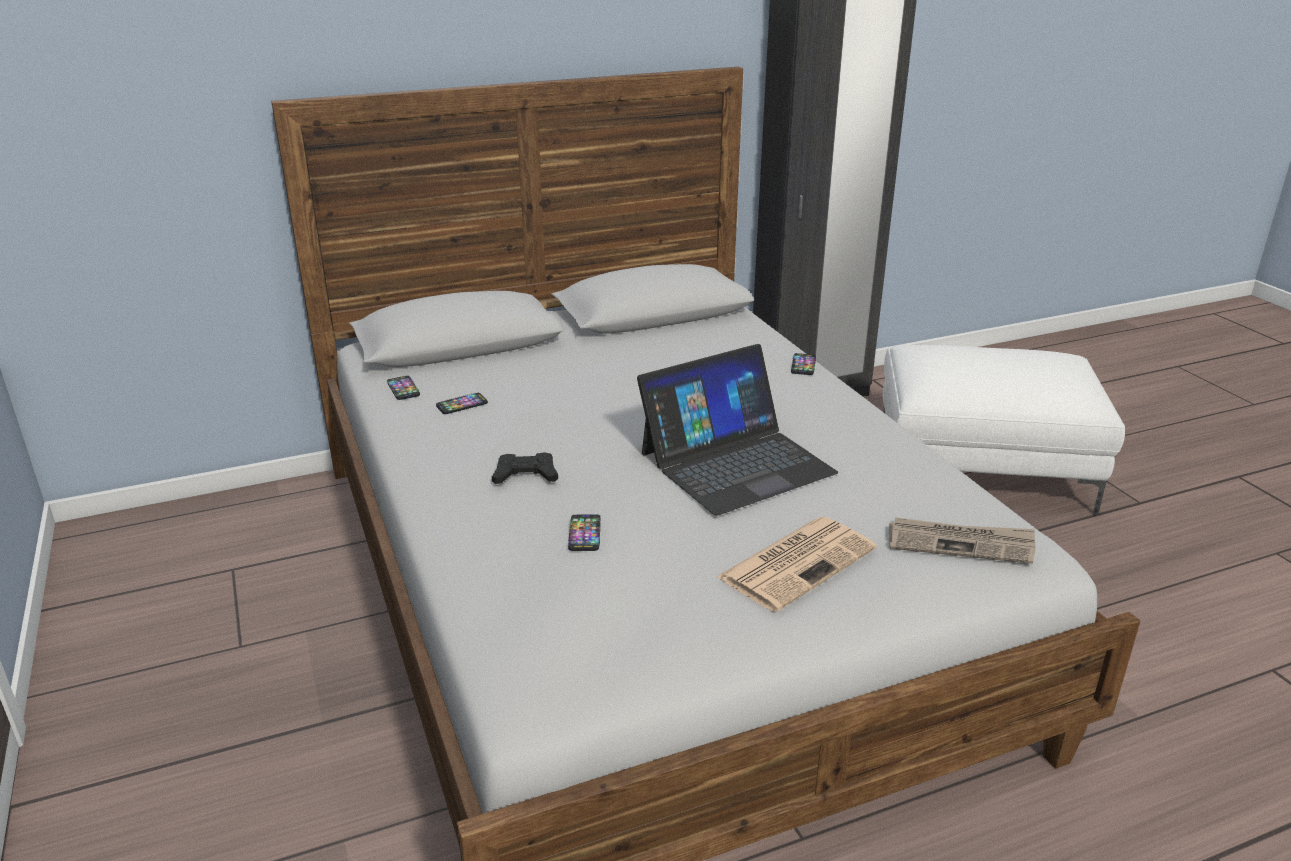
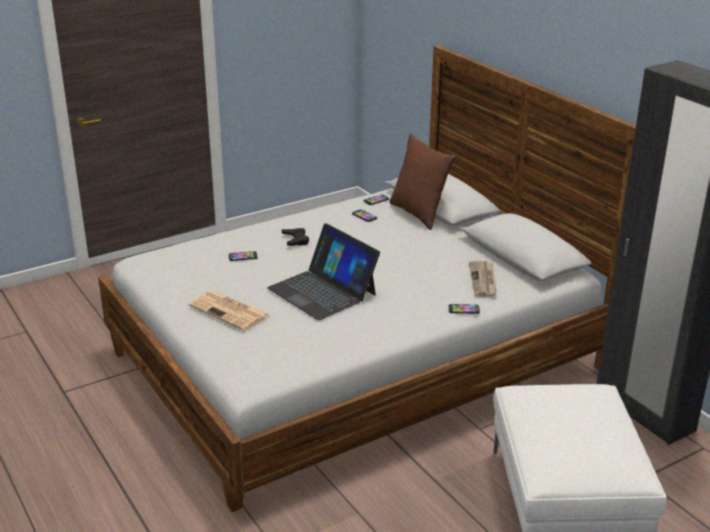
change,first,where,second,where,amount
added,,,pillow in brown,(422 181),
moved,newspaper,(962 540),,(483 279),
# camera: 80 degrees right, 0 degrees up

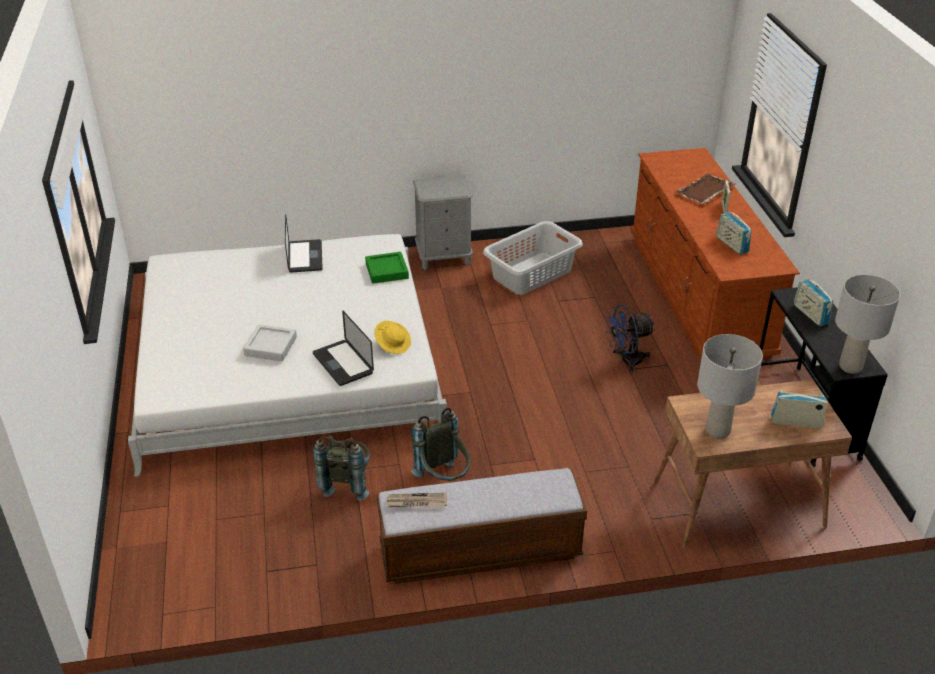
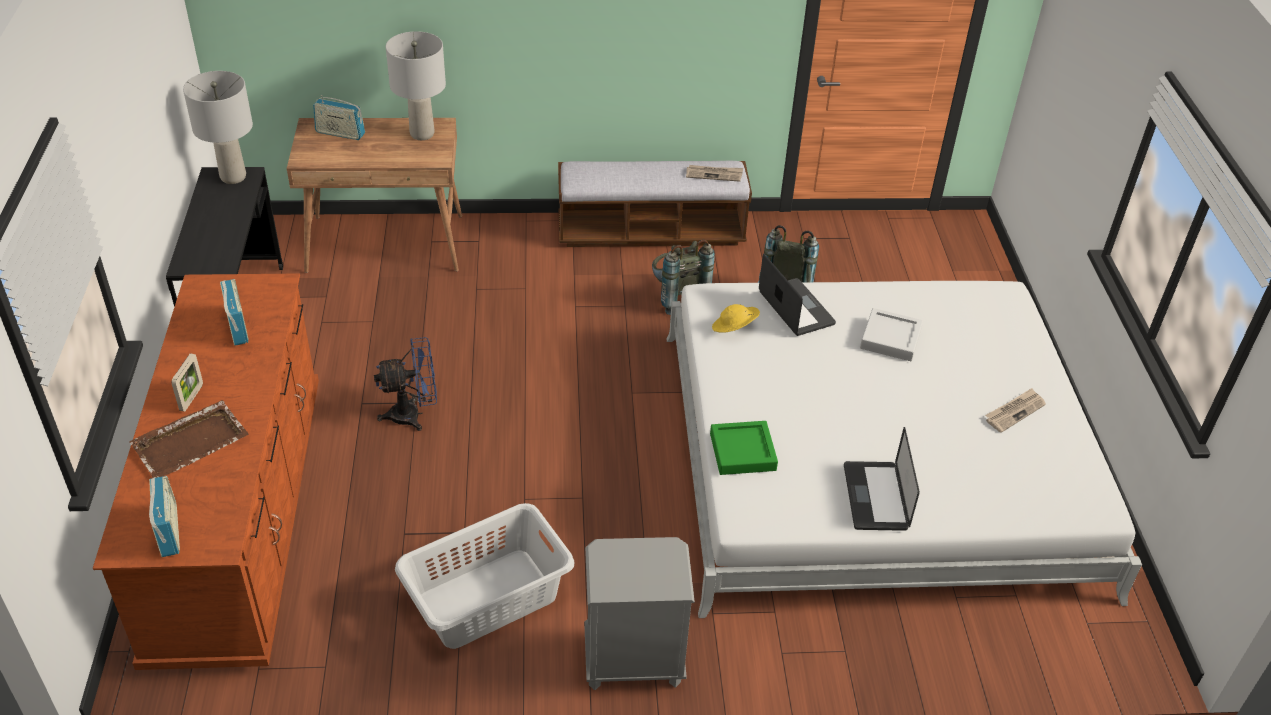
change,first,where,second,where,amount
moved,radio,(813 301),,(164 516),
added,,,newspaper,(1015 410),
# camera: 175 degrees left, 5 degrees up

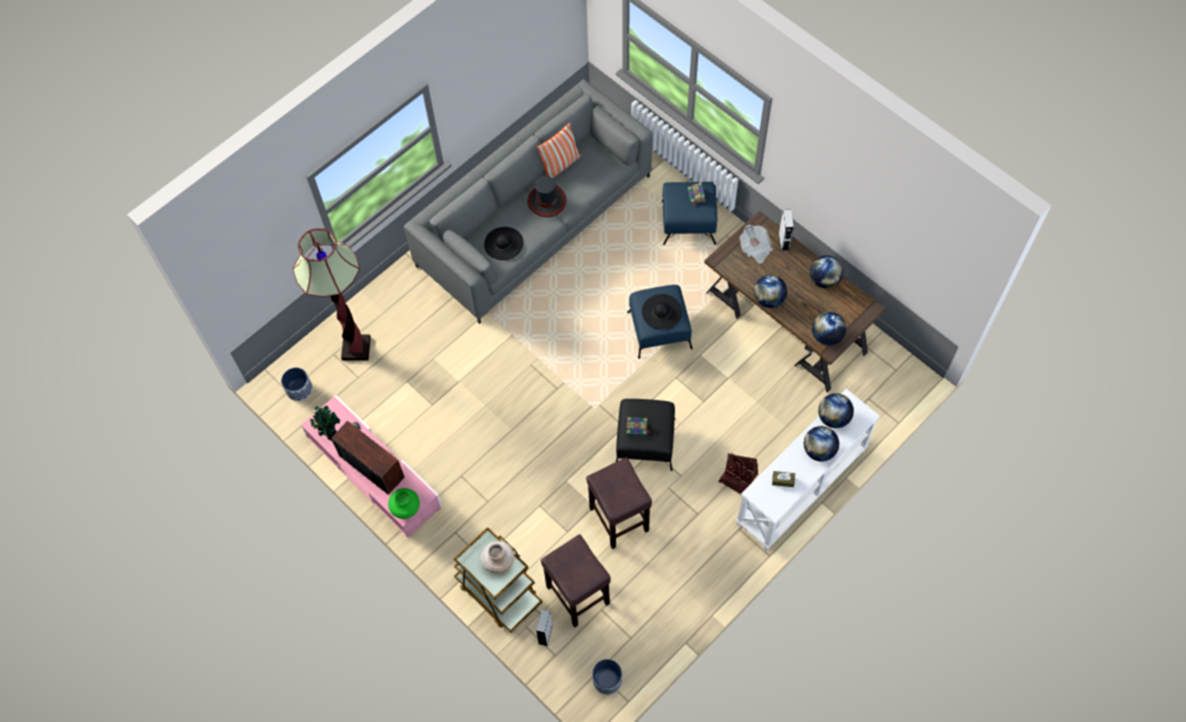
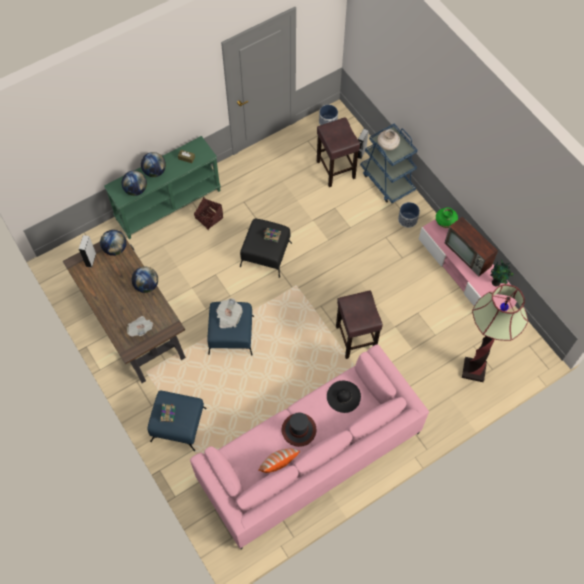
change,first,where,second,where,amount
moved,speaker in grey,(786 230),,(87 251),
recoloured,console table in white,(808 470),console table in green,(162 187),
recoloured,sofa in grey,(528 201),sofa in pink,(309 446),
replaced,hat in black,(662 311),newspaper,(229 313),
moved,stool in brown,(619 503),,(359 324),
recoloured,cart in brown,(498 580),cart in blue,(388 163),
moved,planter,(297 384),,(409 215),
removed,globe,(826 271),,,
# camera: 170 degrees left, 0 degrees up

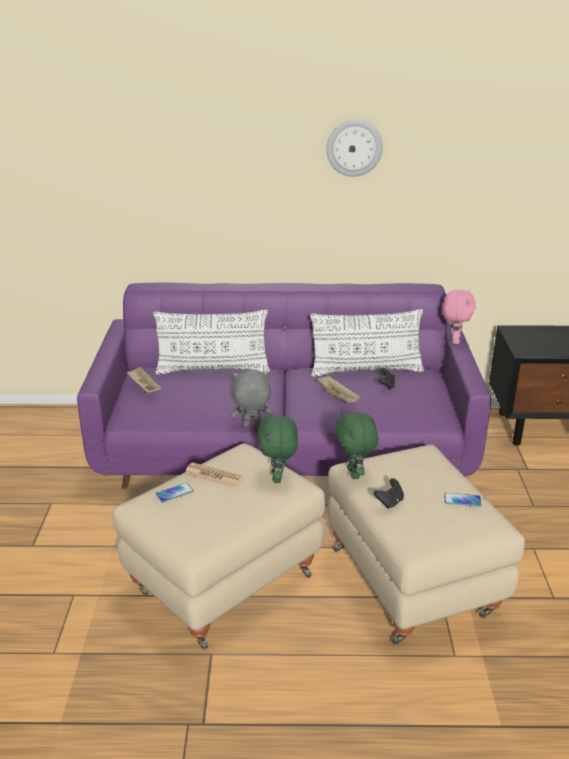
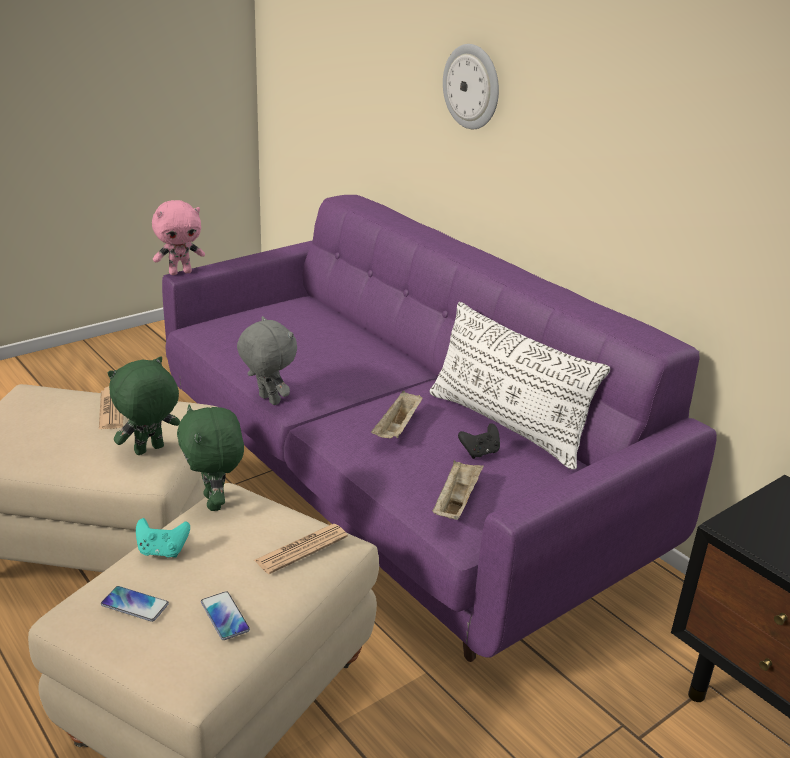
change,first,where,second,where,amount
moved,phone,(175 493),,(135 604),
recoloured,game controller in black,(389 493),game controller in turquoise,(163 538),
moved,plush toy in pink,(459 317),,(178 237),
turned,plush toy in green,(356 445),,(210 458),60 degrees counterclockwise
added,,,newspaper,(301 549),
moved,tray in beige,(143 380),,(458 490),
moved,wall clock,(354 148),,(471 86),
removed,pillow in white,(211 342),,,
# camera: 50 degrees right, 0 degrees up

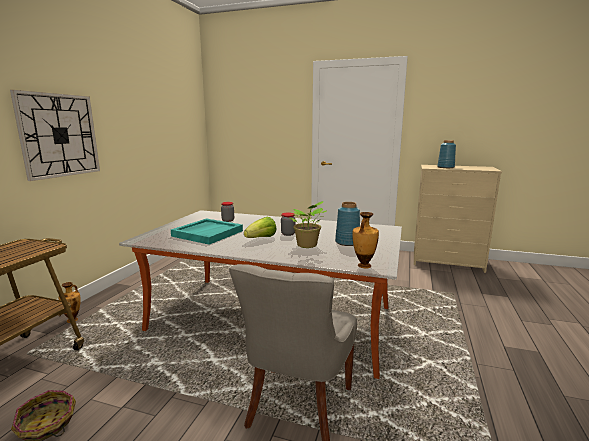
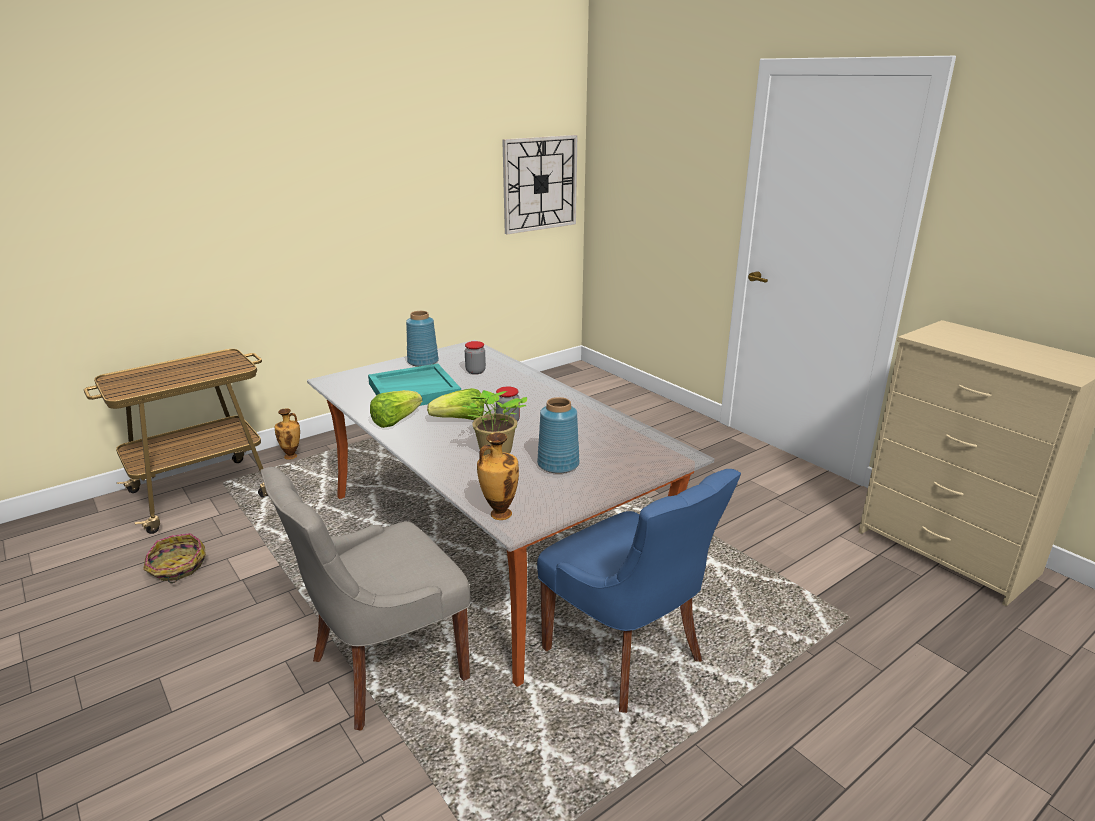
change,first,where,second,where,amount
added,,,lettuce,(396 409),
moved,vase in blue,(446 154),,(422 339),
moved,wall clock,(55 135),,(539 185),
added,,,chair in blue,(639 591),
# camera: 35 degrees right, 10 degrees up

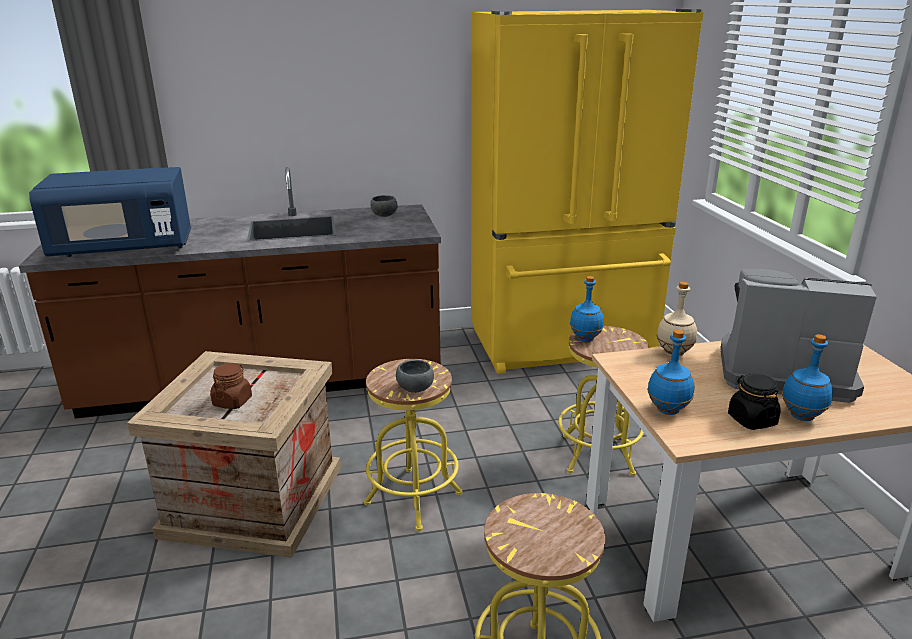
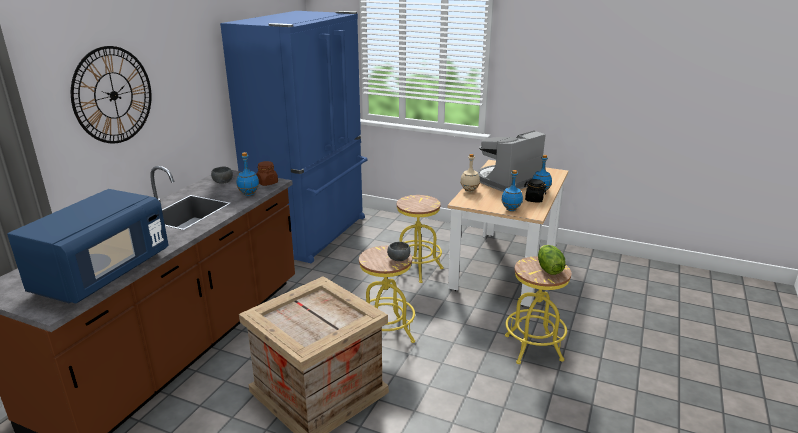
change,first,where,second,where,amount
added,,,wall clock,(111 95),
recoloured,fridge in yellow,(587 191),fridge in blue,(294 137),
moved,bottle in blue,(587 309),,(248 174),
moved,jar in brown,(231 386),,(267 173),
added,,,lettuce,(552 260),
# camera: 55 degrees left, 0 degrees up

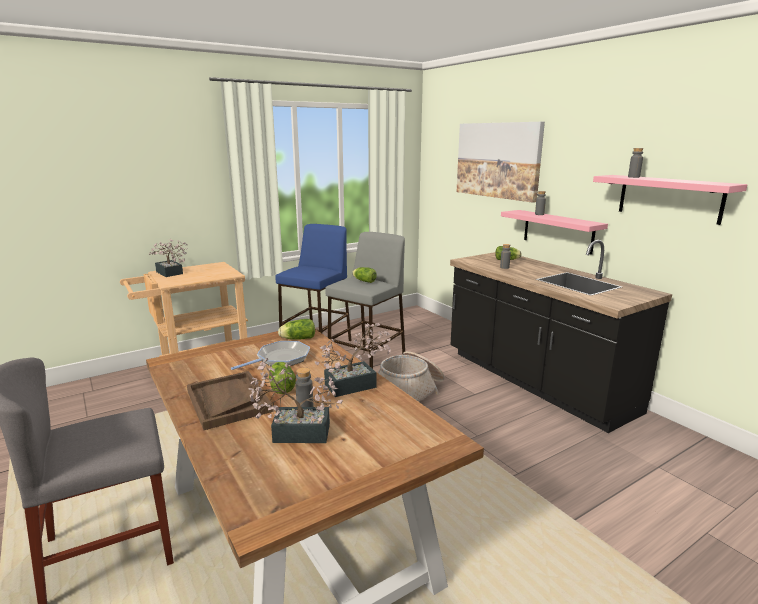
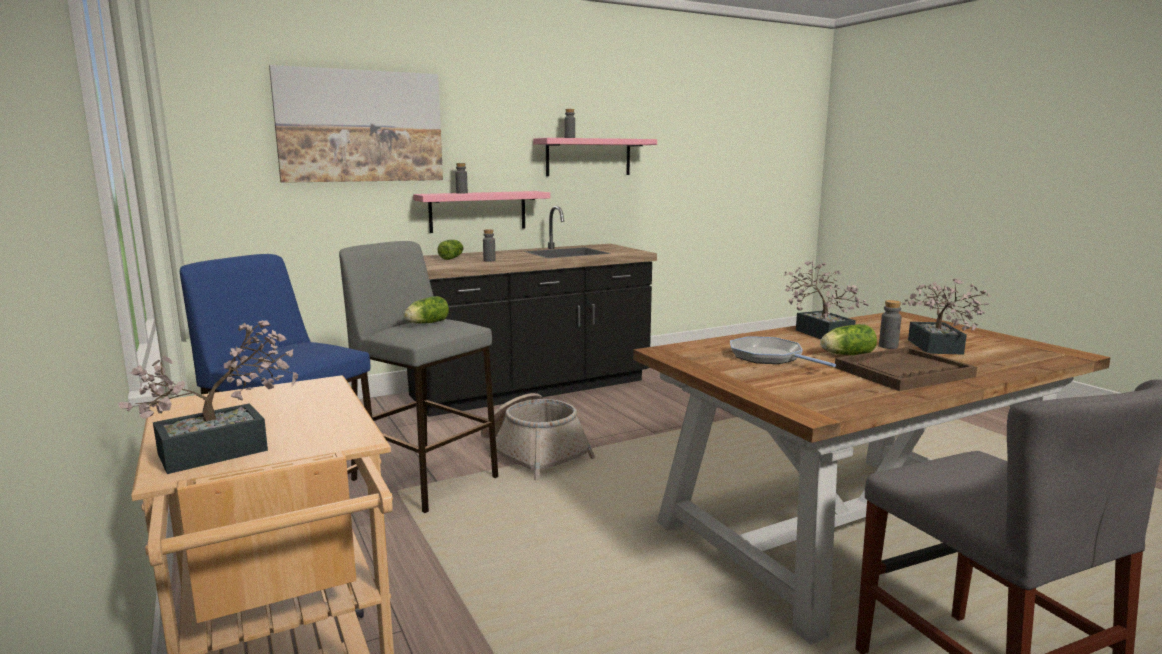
change,first,where,second,where,amount
removed,lettuce,(296 329),,,
# camera: 85 degrees left, 5 degrees down

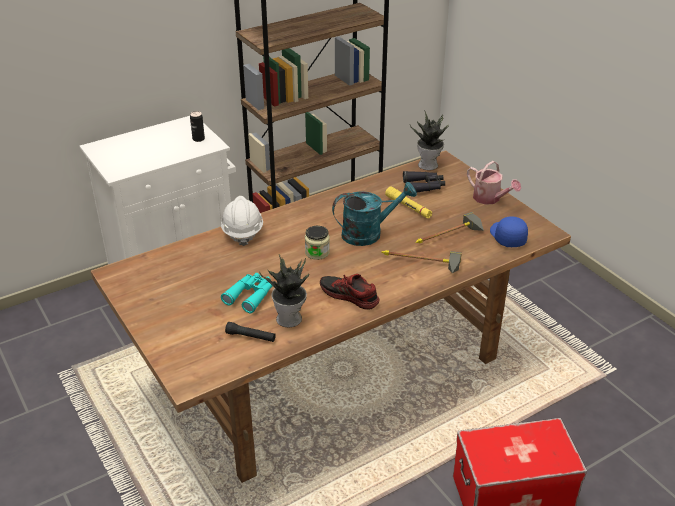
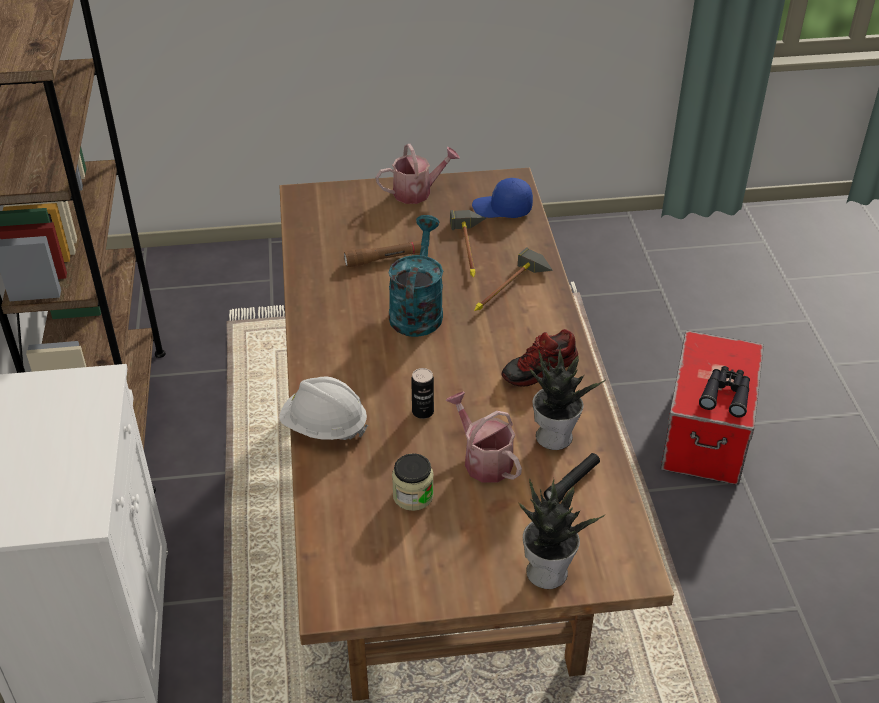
change,first,where,second,where,amount
recoloured,flashlight in yellow,(408 203),flashlight in brown,(383 253),
moved,jar,(317 243),,(413 482),
moved,can,(197 126),,(422 393),
replaced,binoculars in turquoise,(246 293),watering can,(484 437),
moved,potted plant,(429 140),,(562 533),
moved,binoculars in black,(424 181),,(724 391),
# camera: 65 degrees left, 5 degrees up

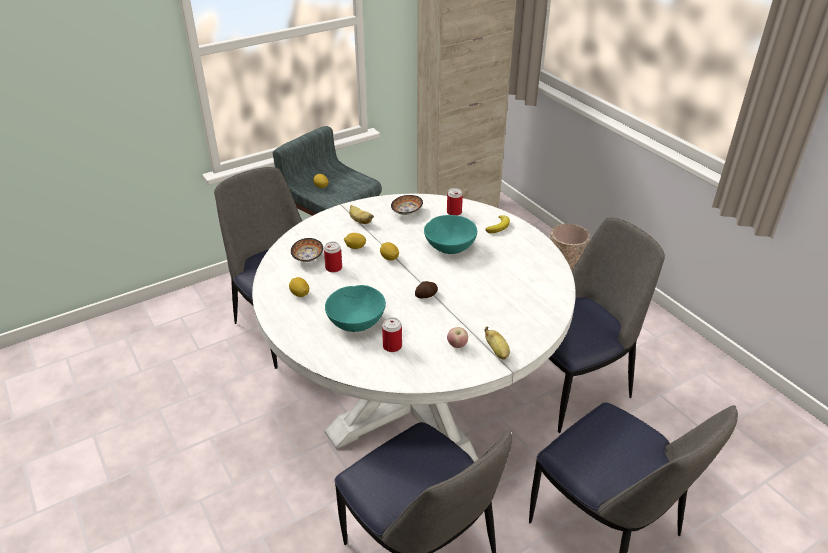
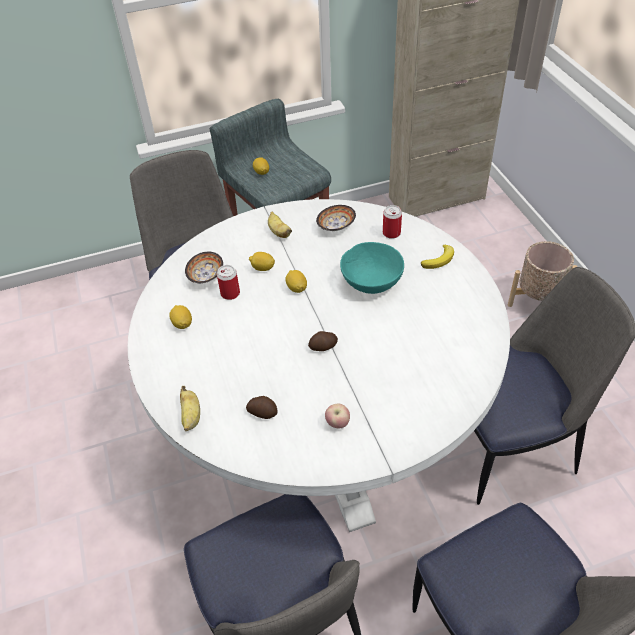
change,first,where,second,where,amount
moved,banana,(497 343),,(190 408),
replaced,can,(392 334),potato,(262 407),
removed,bowl in turquoise,(355 308),,,
# camera: 15 degrees right, 10 degrees up

